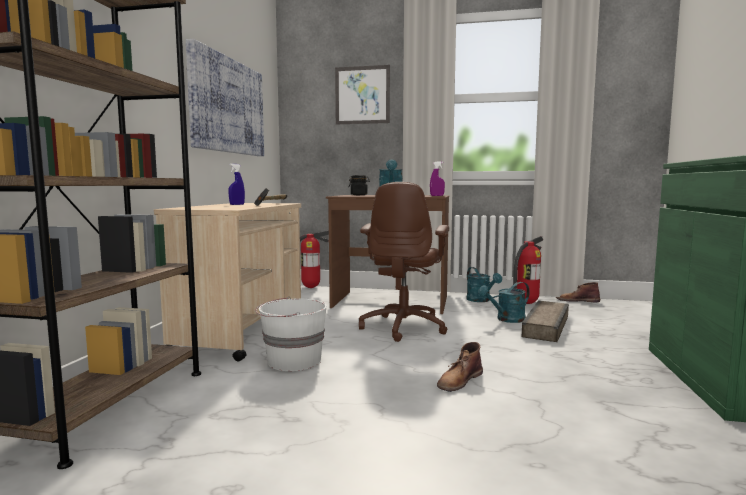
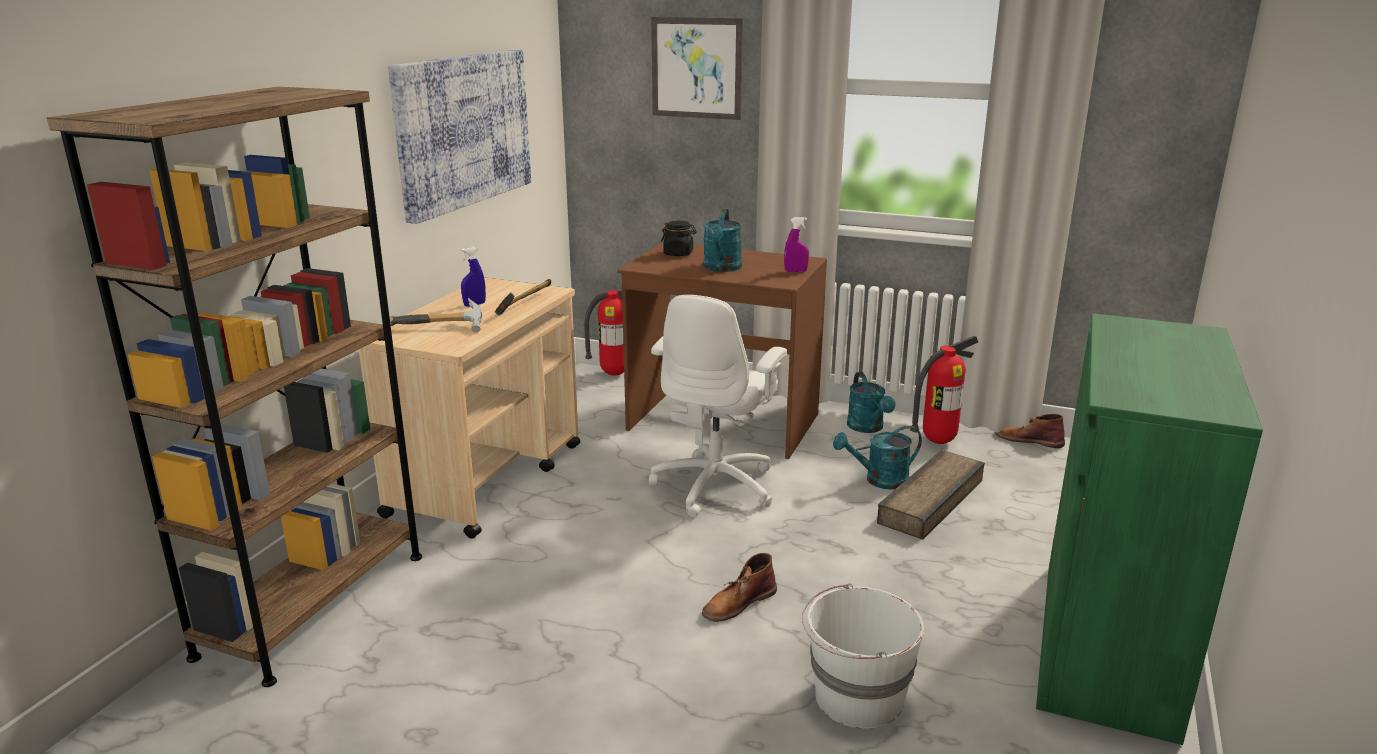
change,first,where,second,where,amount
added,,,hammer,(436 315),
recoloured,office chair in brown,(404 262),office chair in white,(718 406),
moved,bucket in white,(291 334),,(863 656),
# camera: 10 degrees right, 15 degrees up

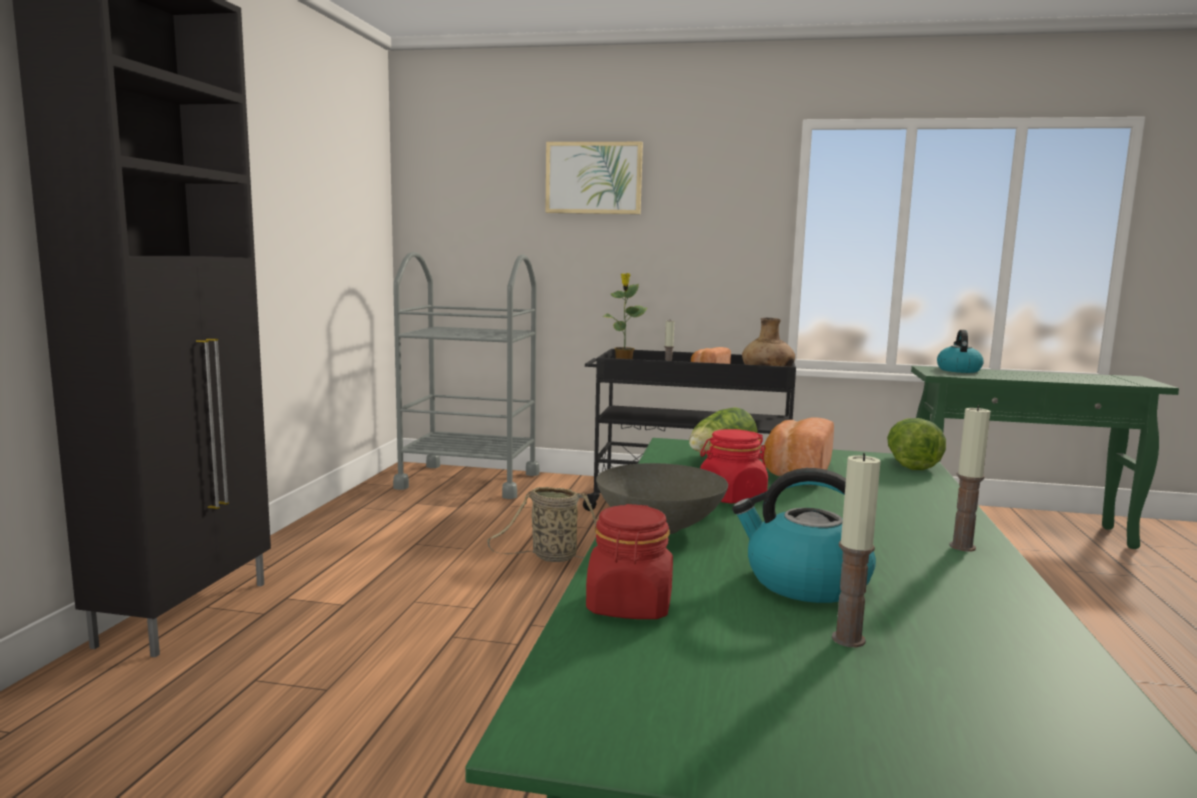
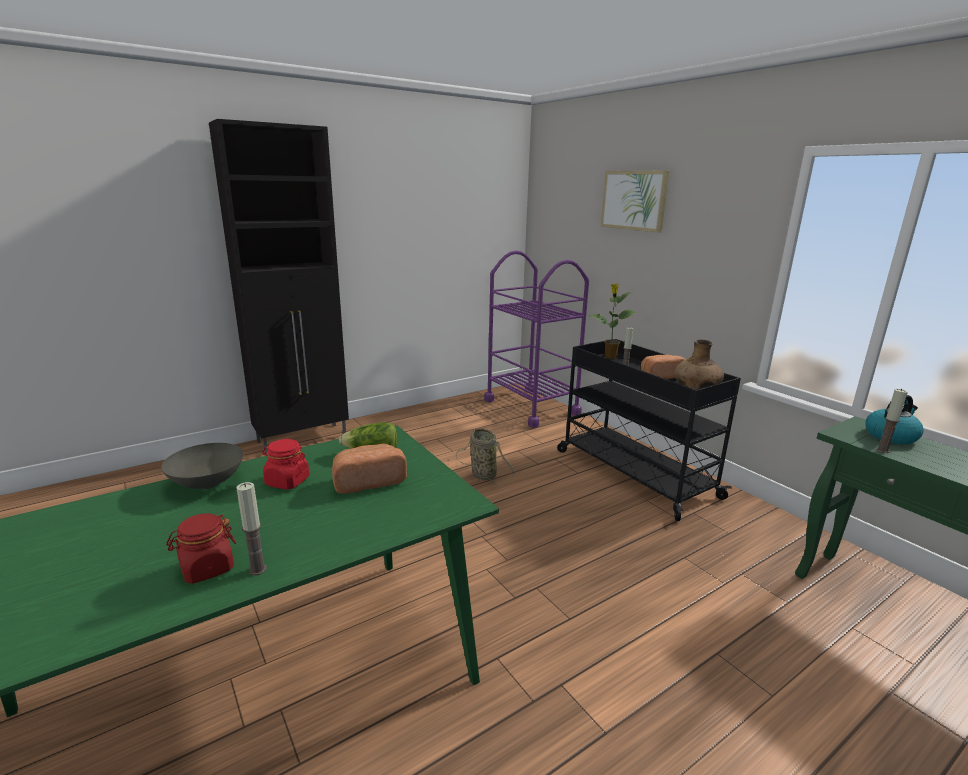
change,first,where,second,where,amount
moved,jar in red,(629 561),,(201 548),
recoloured,cart in grey,(466 375),cart in purple,(536 339),
moved,candle,(856 550),,(892 420),
removed,kettle,(804 535),,,
removed,lettuce,(916 444),,,
# camera: 45 degrees right, 10 degrees up

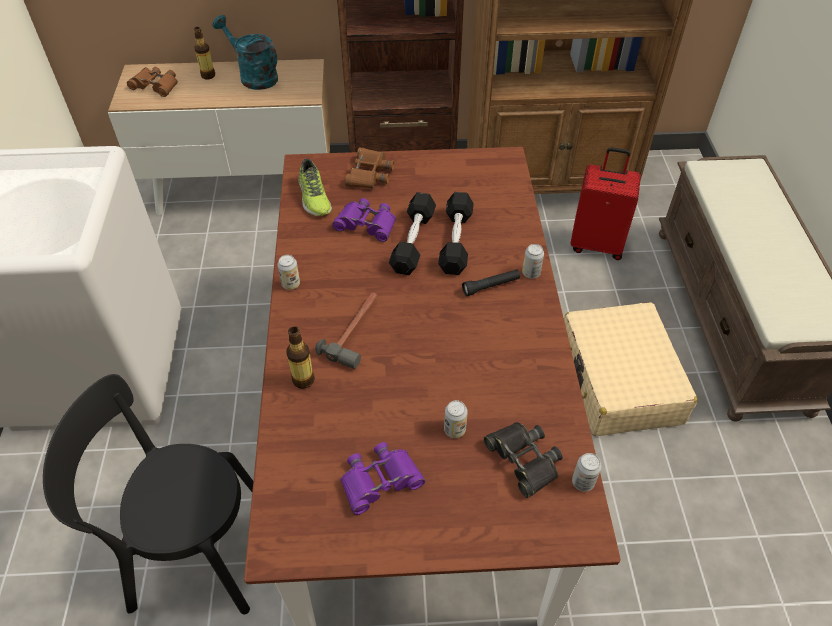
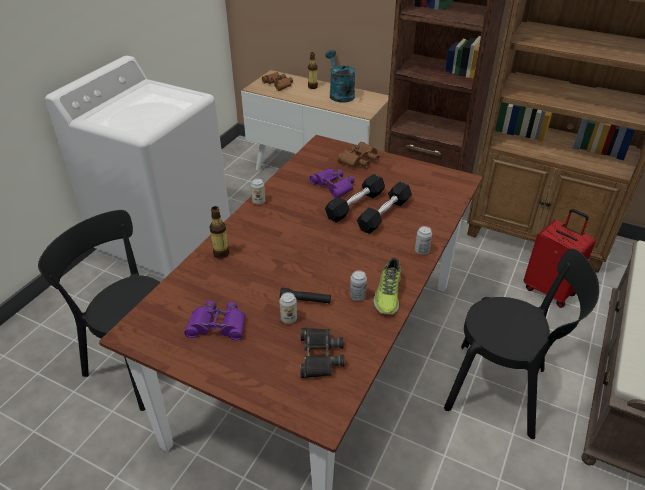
change,first,where,second,where,amount
moved,flashlight in black,(491 282),,(305 295),
moved,can,(587 472),,(358 285),
moved,shoe,(315 187),,(387 286),
replaced,suitcase in beige,(630 369),chair in black,(521 343),
removed,hammer,(346 330),,,
# camera: 30 degrees right, 10 degrees down

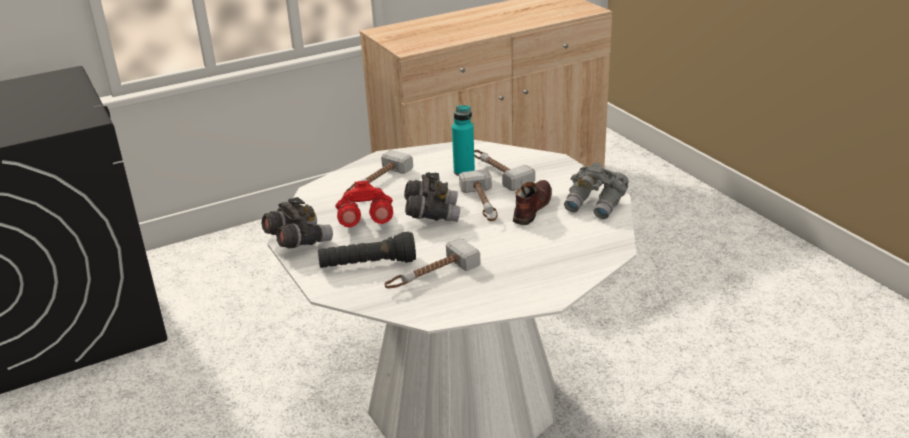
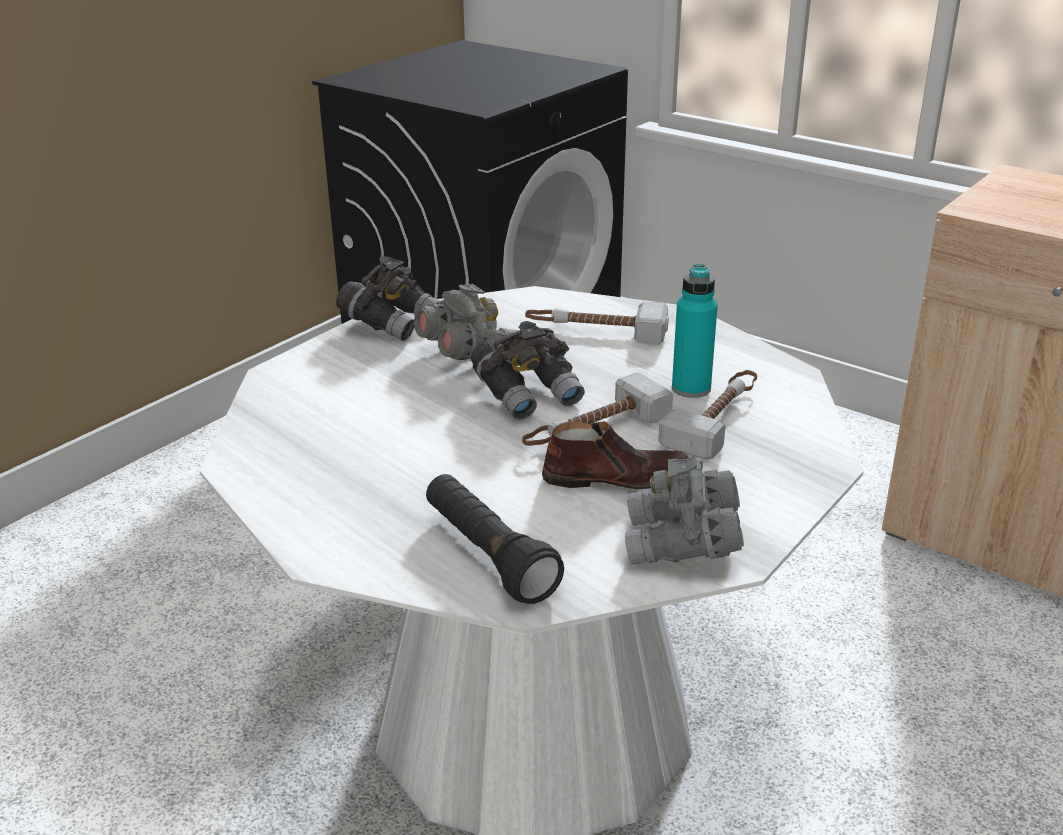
change,first,where,second,where,amount
recoloured,binoculars in red,(364 203),binoculars in grey,(466 322),
moved,flashlight in black,(367 250),,(495 539),
removed,hammer,(433 263),,,
# camera: 65 degrees right, 0 degrees up

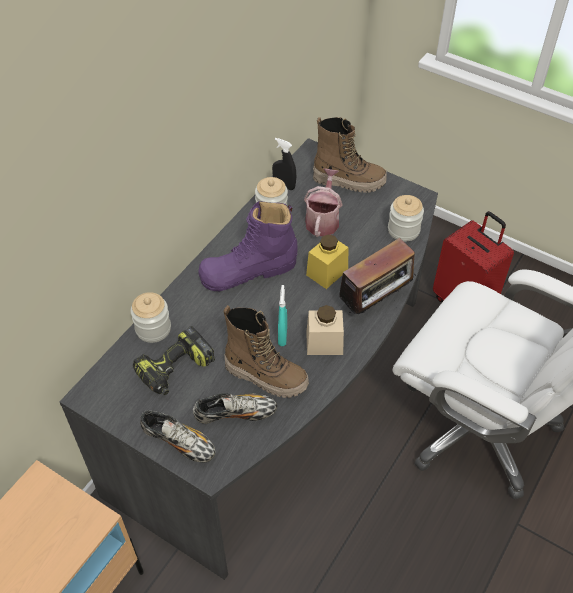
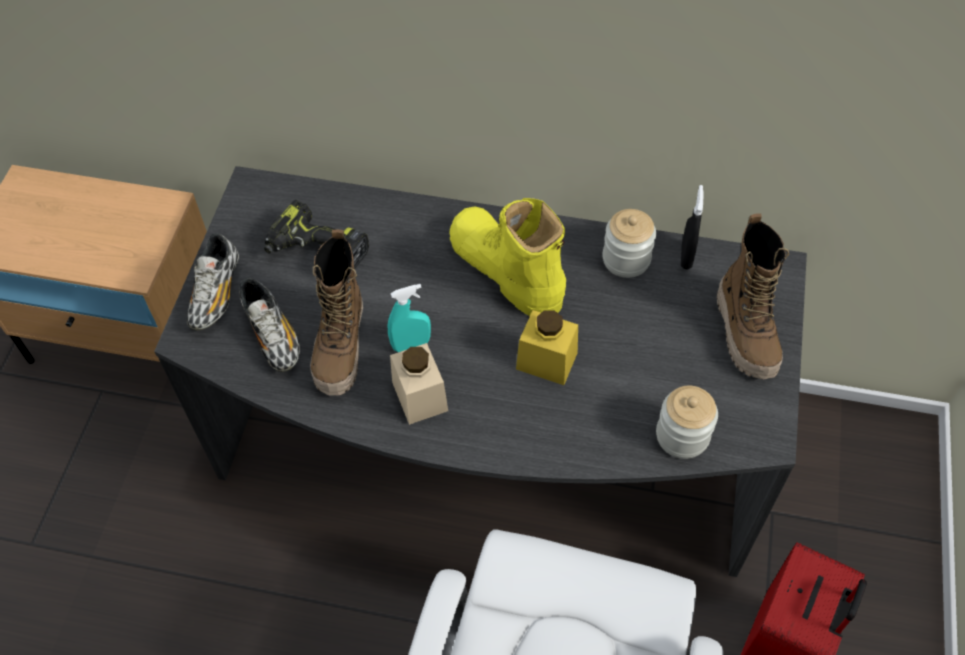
change,first,where,second,where,amount
recoloured,boot in purple,(247 246),boot in yellow,(507 257),
removed,jar,(151 317),,,
removed,watering can,(323 203),,,
removed,radio,(378 276),,,
# camera: 70 degrees right, 5 degrees up

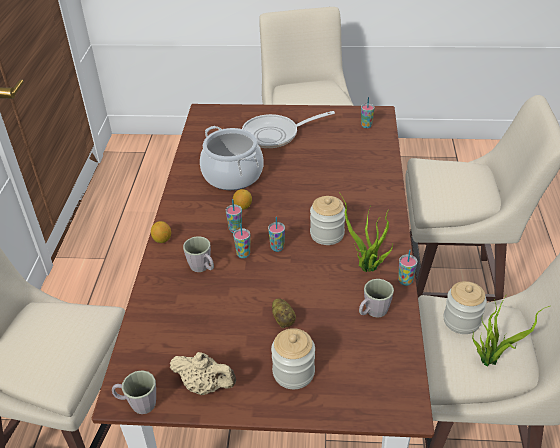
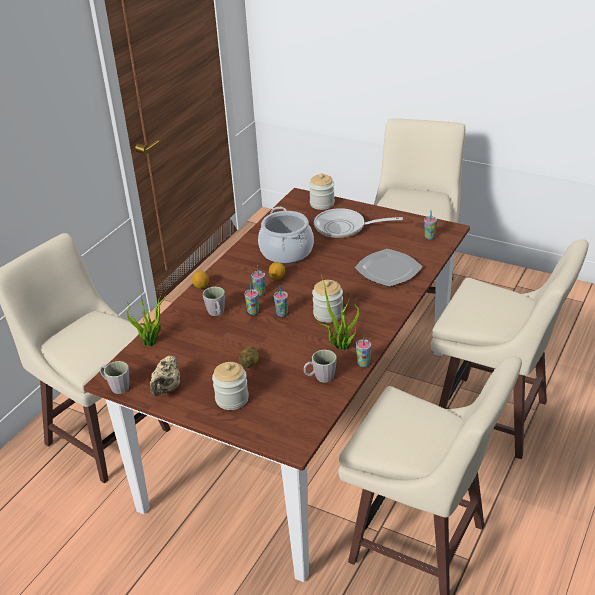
change,first,where,second,where,amount
moved,potted plant,(511 330),,(146 316),
turned,teapot in beige,(203 373),,(165 376),60 degrees clockwise
moved,jar,(465 307),,(322 191),
added,,,plate,(388 268),
# camera: 25 degrees right, 5 degrees down

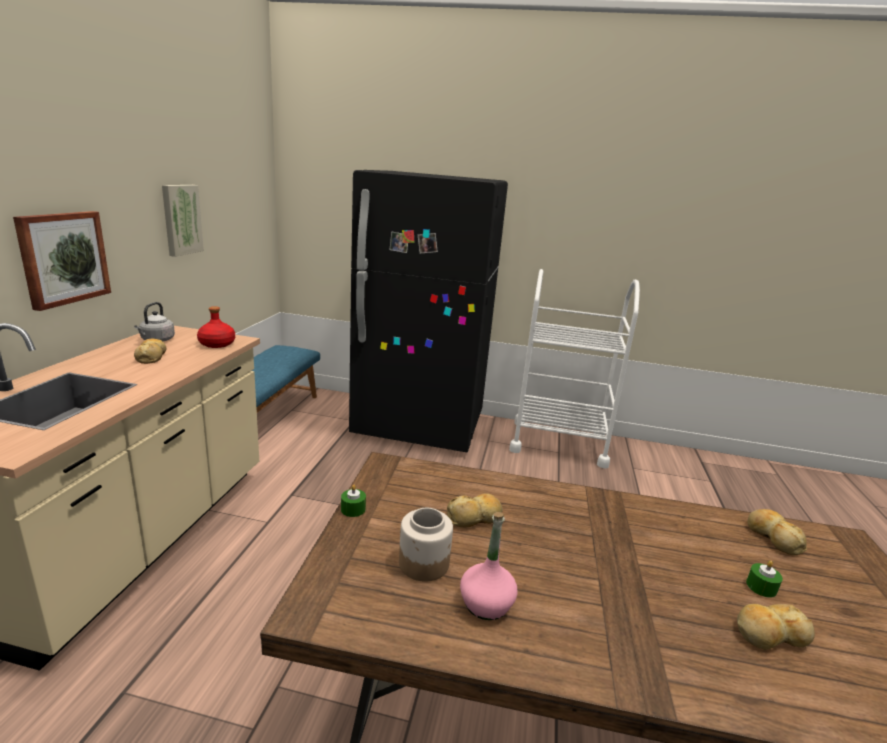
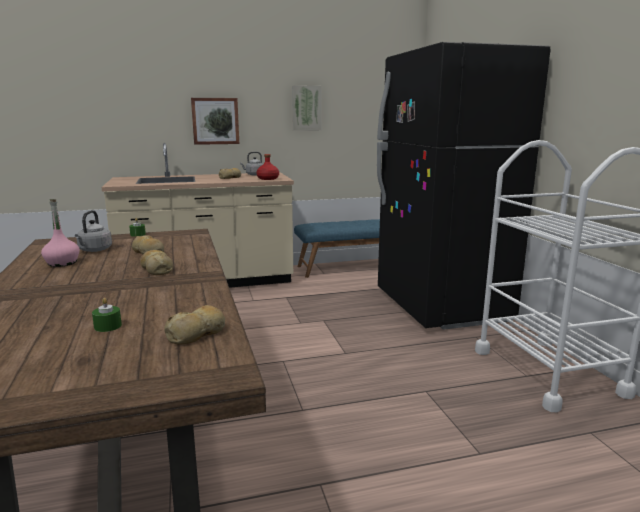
change,first,where,second,where,amount
replaced,jar,(426 544),kettle in grey,(93 231),
moved,bread,(776 627),,(156 262),
# camera: 65 degrees right, 5 degrees down

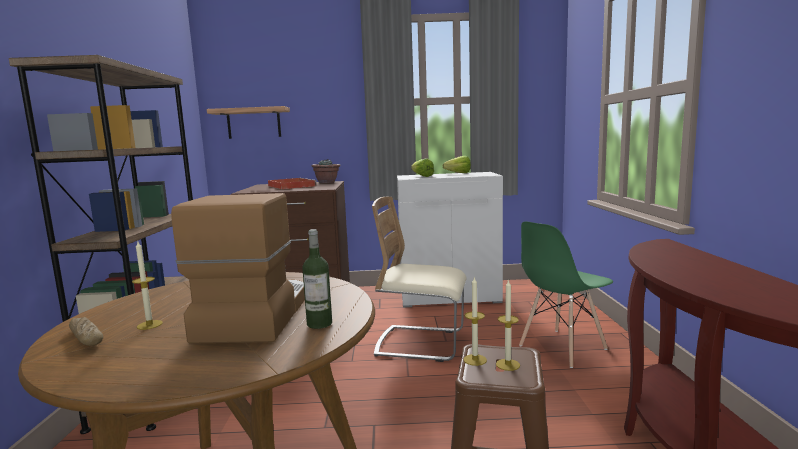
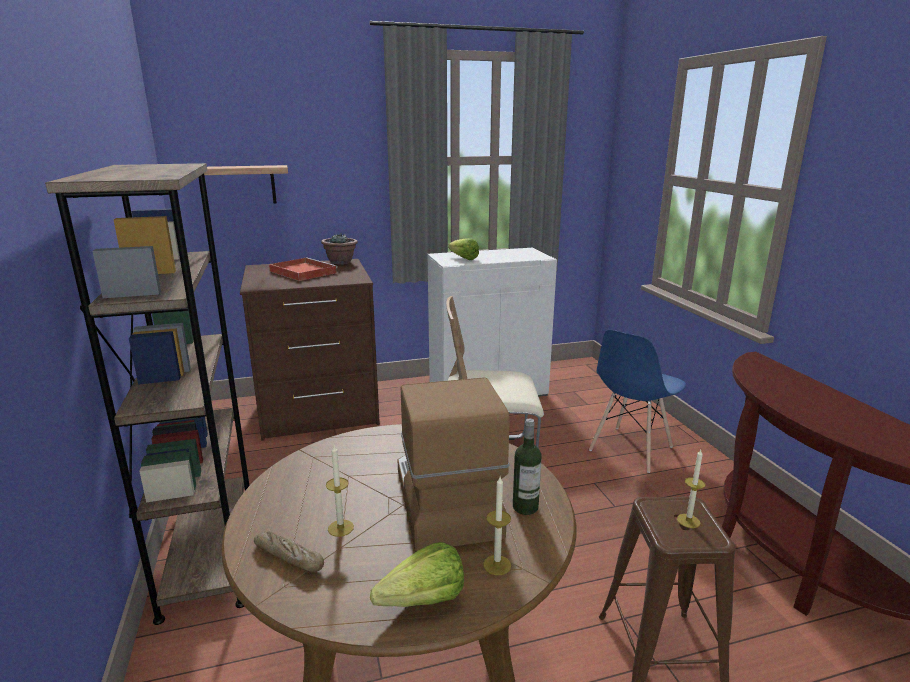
change,first,where,second,where,amount
moved,lettuce,(457 164),,(417 574),
moved,candle,(475 321),,(497 526),
recoloured,chair in green,(566 294),chair in blue,(637 401),
# camera: 15 degrees left, 10 degrees up

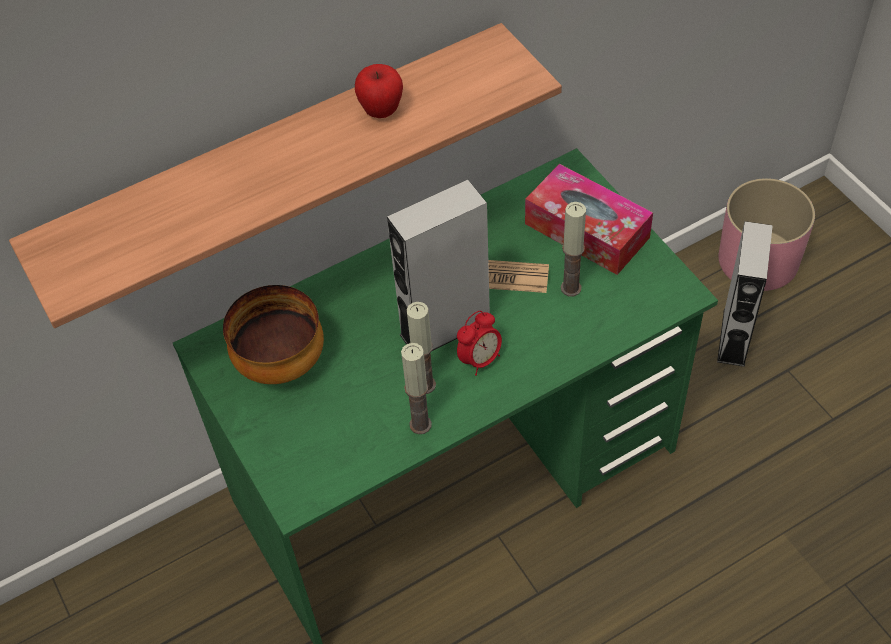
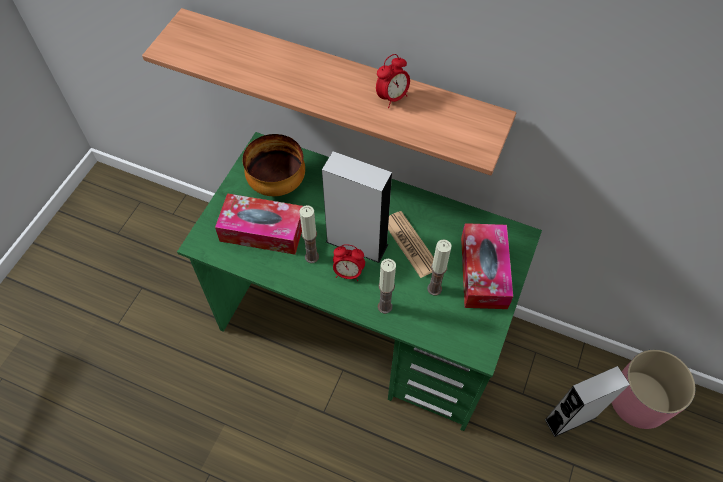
change,first,where,second,where,amount
added,,,tissue box,(259 224),
replaced,apple,(379 91),alarm clock,(393 81),
moved,candle,(416 388),,(387 286),
# camera: 50 degrees right, 5 degrees up

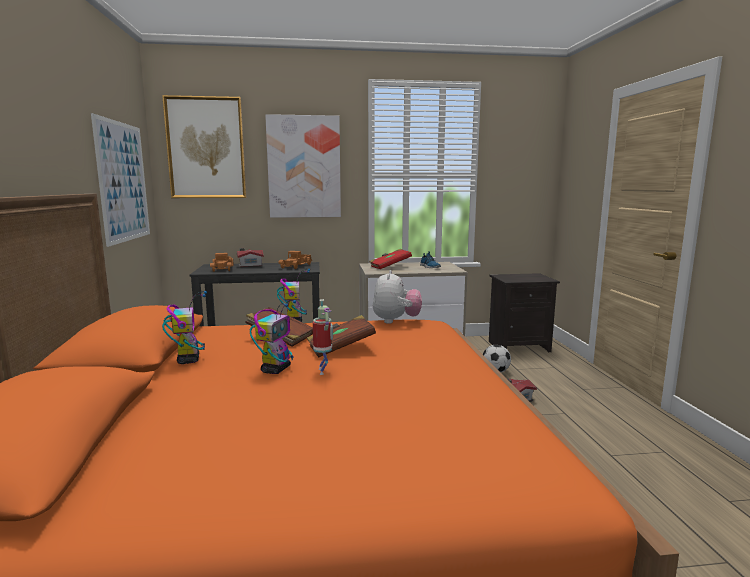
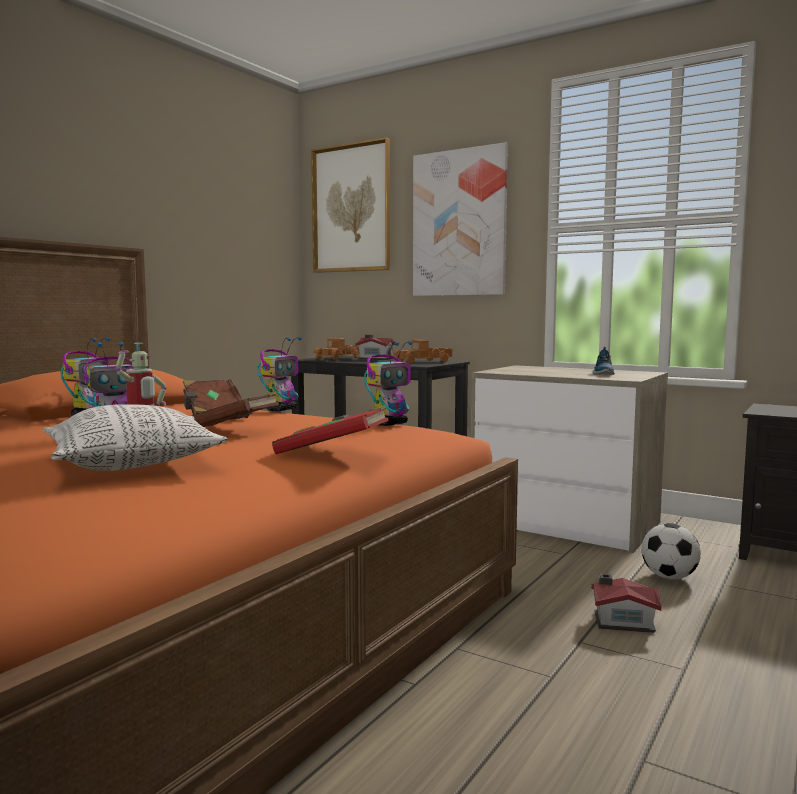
change,first,where,second,where,amount
added,,,pillow,(135 437),
moved,book in red,(390 259),,(330 429),
replaced,plush toy,(397 297),toy robot,(388 383),
removed,picture,(120 180),,,
# camera: 40 degrees right, 5 degrees down

